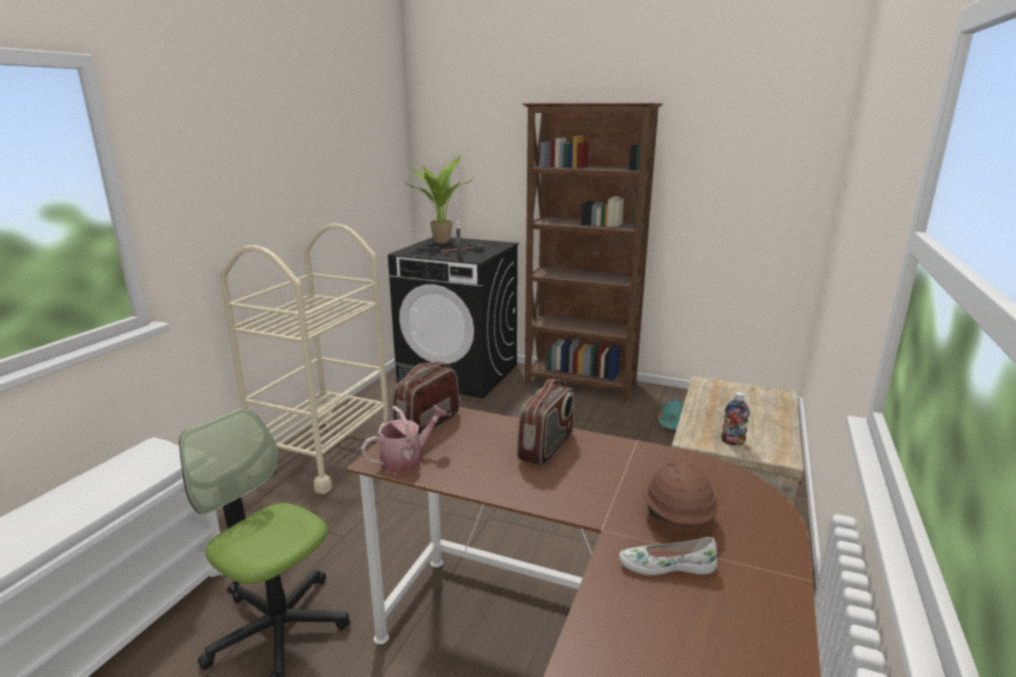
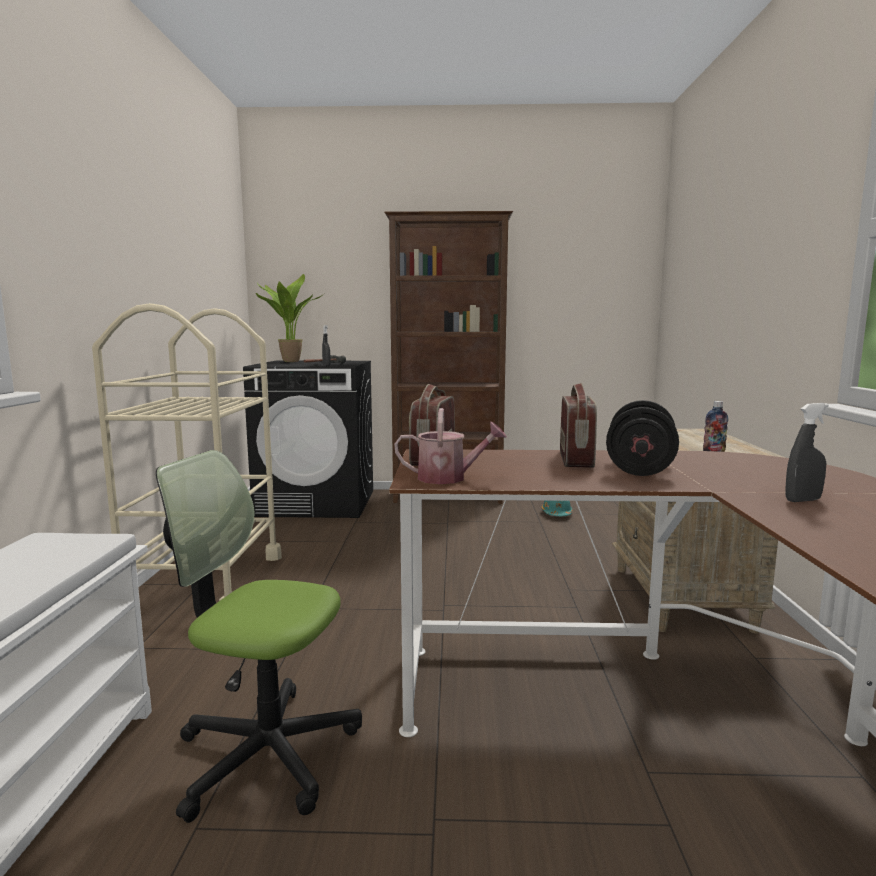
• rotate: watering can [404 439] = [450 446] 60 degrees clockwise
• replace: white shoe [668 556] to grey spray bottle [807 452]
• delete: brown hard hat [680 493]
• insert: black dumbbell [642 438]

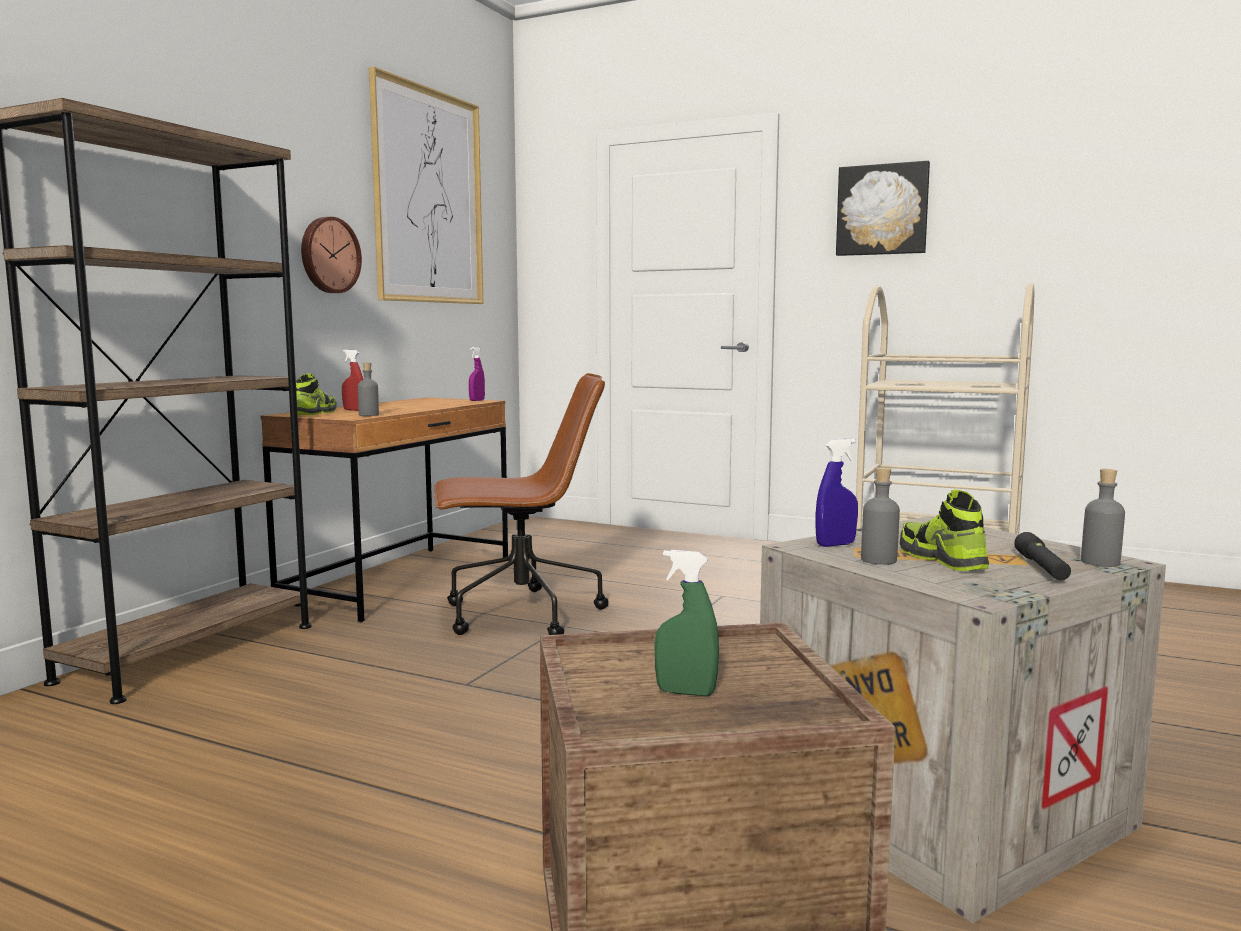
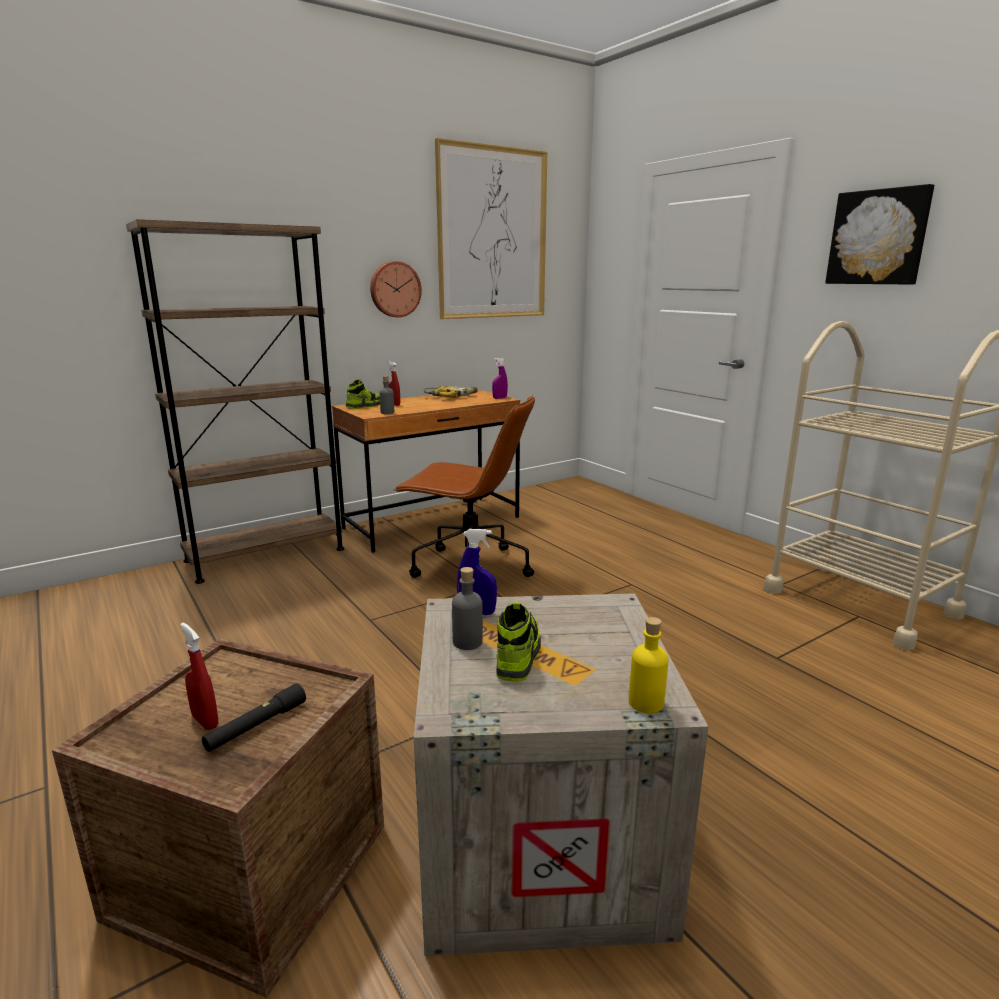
• recolor: green spray bottle [686 623] to red spray bottle [199 676]
• move: black flashlight [1042 556] to [254 717]
• recolor: grey bottle [1103 518] to yellow bottle [649 665]
• insert: power drill [451 391]

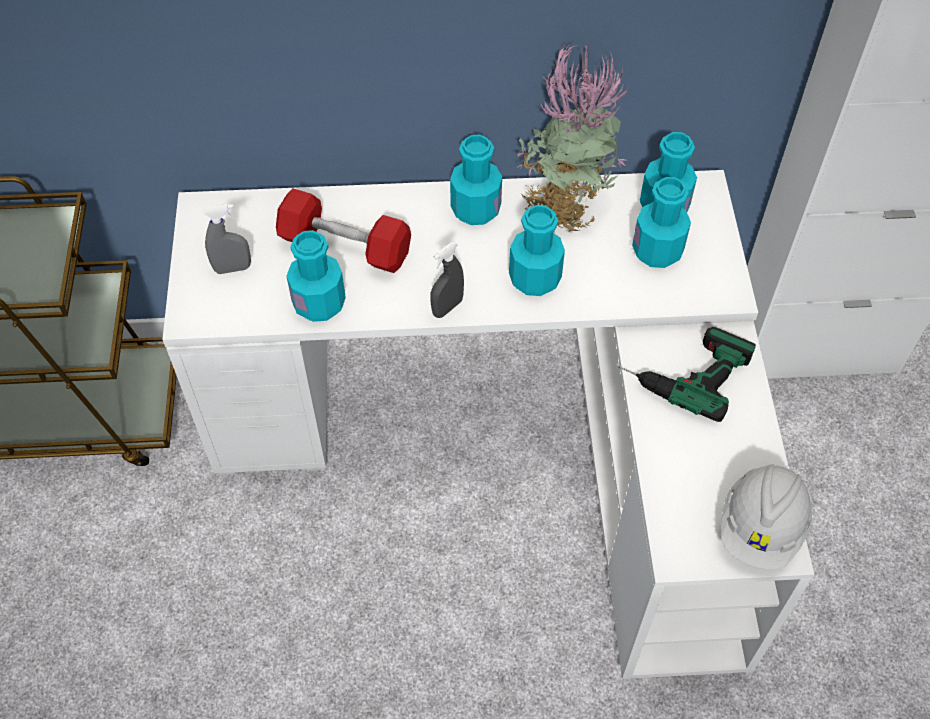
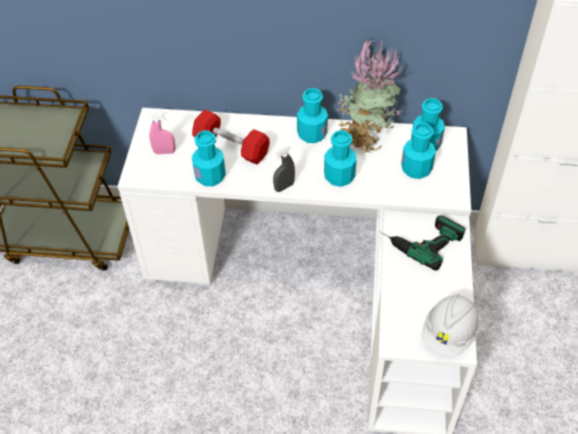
• recolor: grey spray bottle [227 239] to pink spray bottle [162 133]

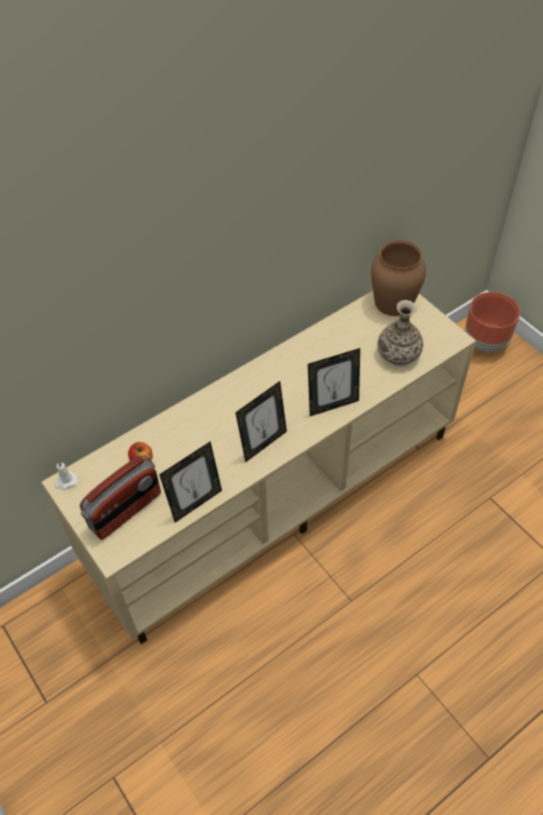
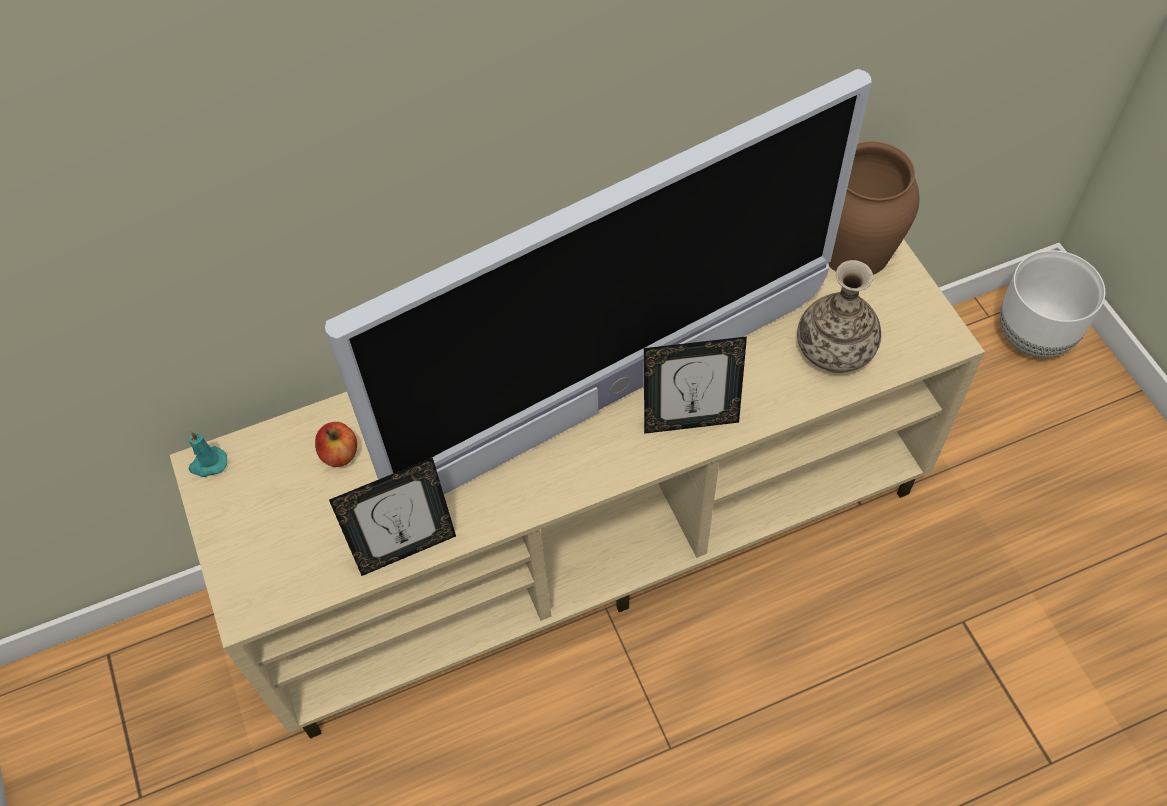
• recolor: white candle [66 475] to turquoise candle [207 454]
• delete: radio [120 497]
• delete: picture frame [261 422]
• recolor: brown planter [492 322] to white planter [1052 304]
• insert: television [598 281]

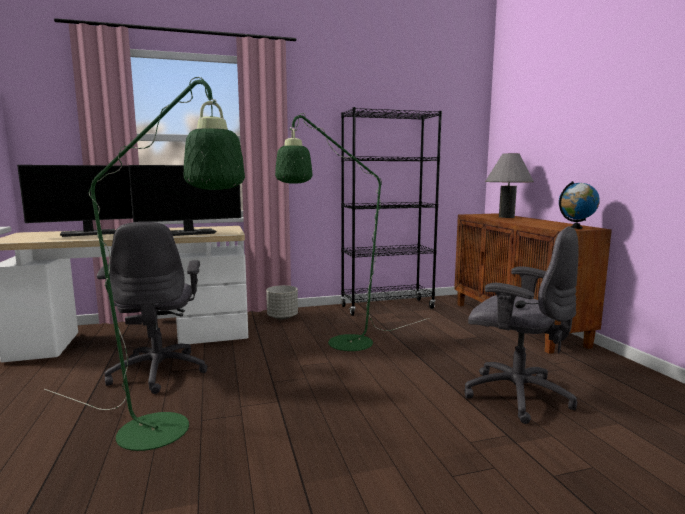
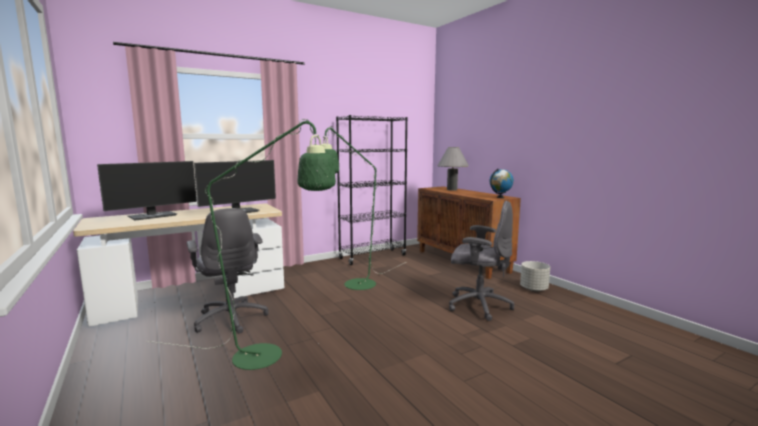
• move: grey planter [282 302] to [535 276]

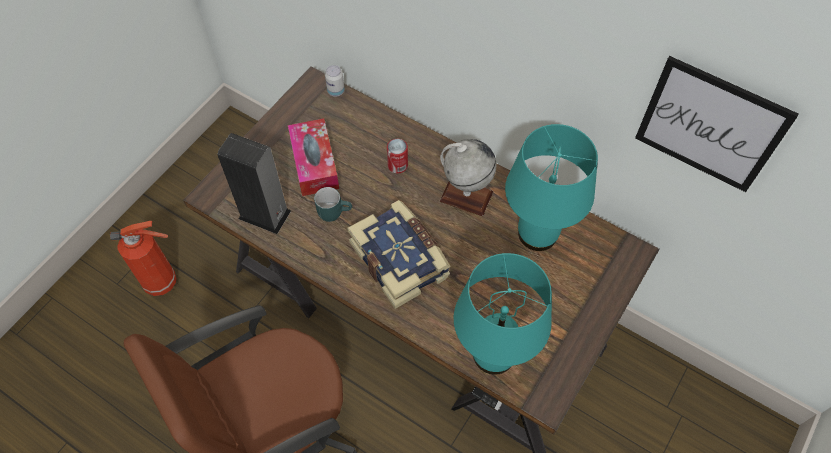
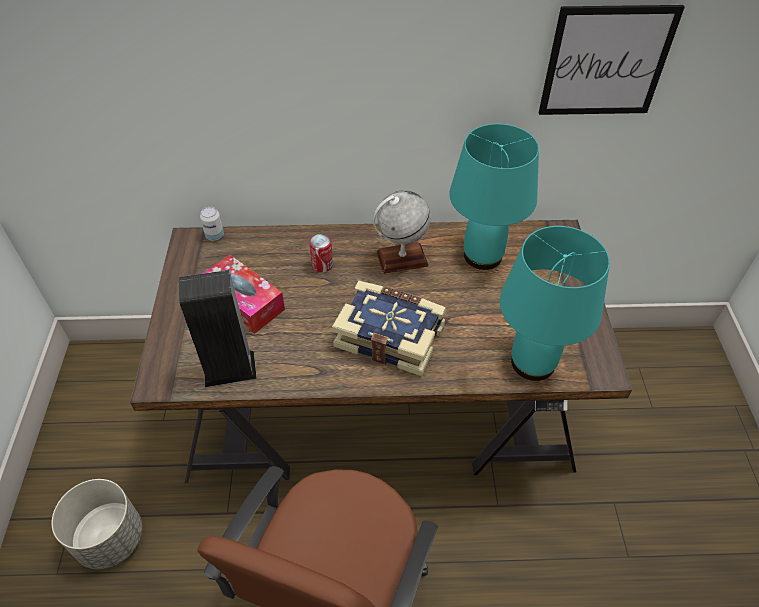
• replace: fire extinguisher [143 258] to grey planter [96 524]
• delete: turquoise mug [333 204]

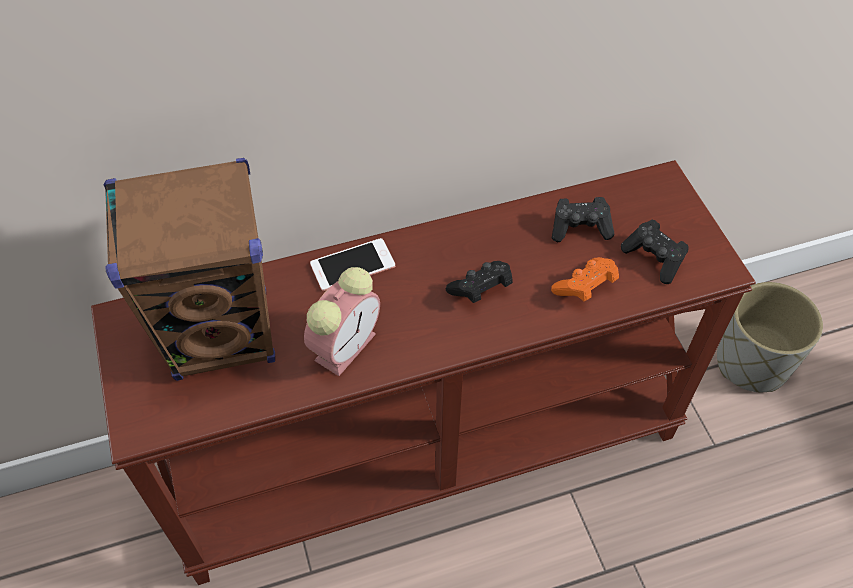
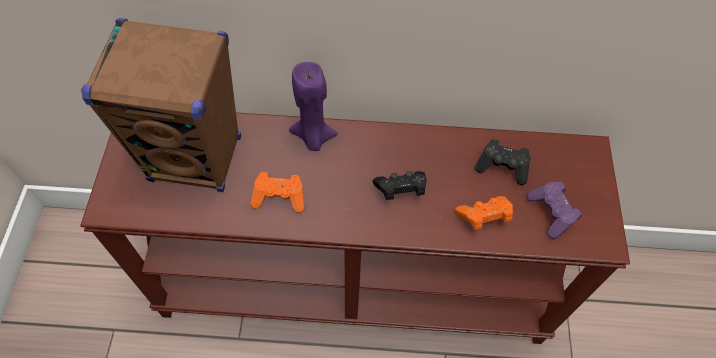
• replace: alarm clock [342 321] to orange game controller [277 192]
• replace: phone [352 264] to purple candle [313 106]
• recolor: black game controller [655 251] to purple game controller [554 210]
• delete: grey planter [770 337]

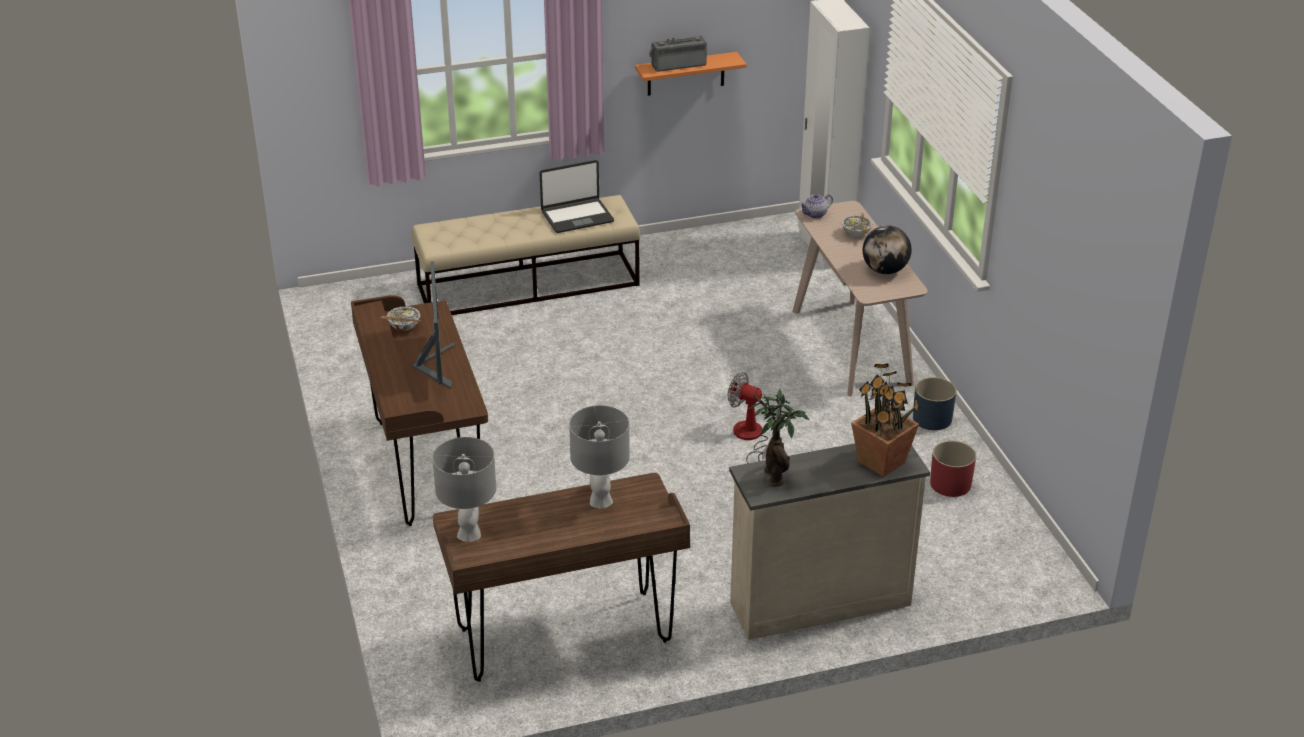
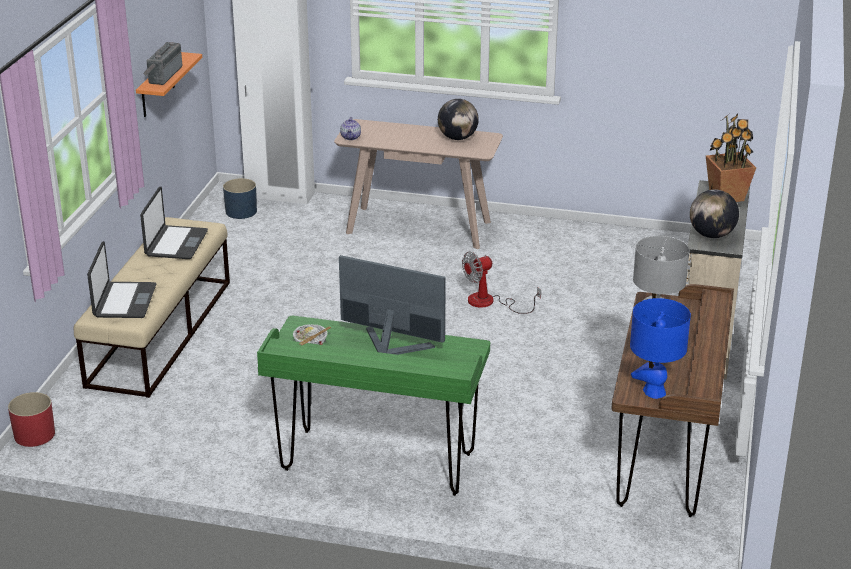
• recolor: brown desk [419 410] to green desk [373 406]
• recolor: grey table lamp [464 489] to blue table lamp [660 348]
• replace: potted plant [779 438] to globe [714 213]
• delete: bowl [857 225]
• move: blue planter [934 403] to [240 198]
• move: red planter [953 469] to [31 419]
• insert: laptop [121 279]

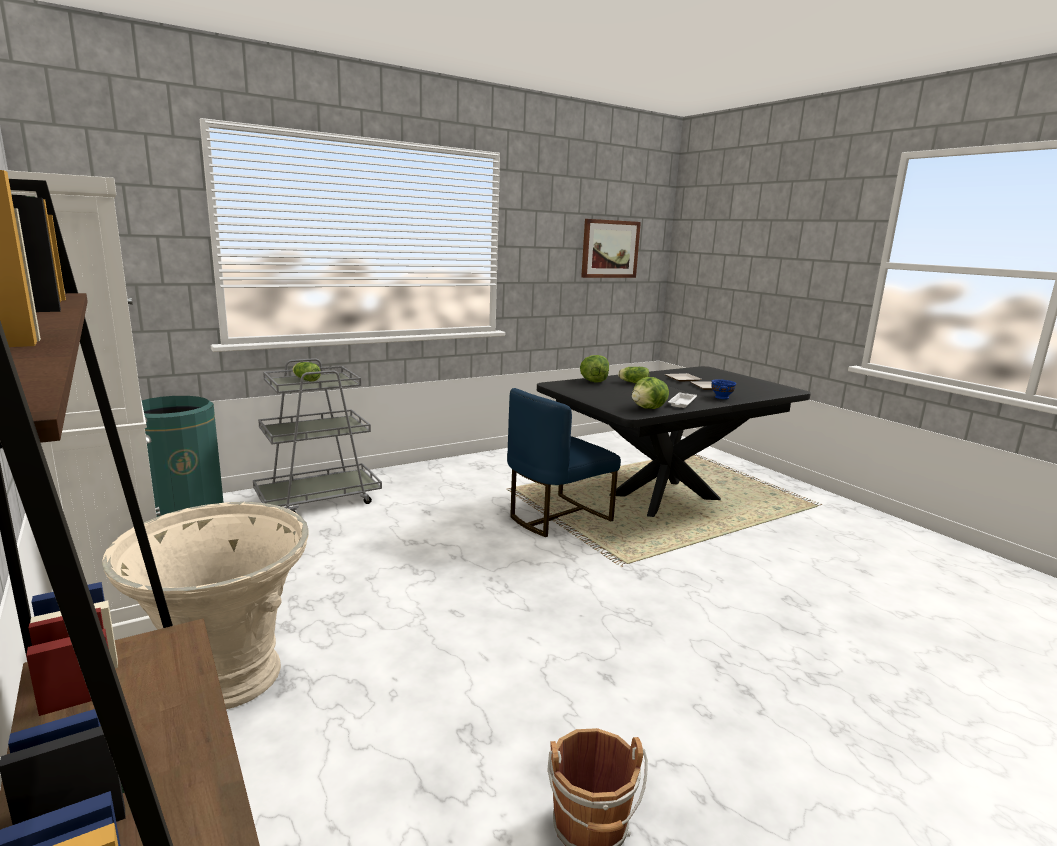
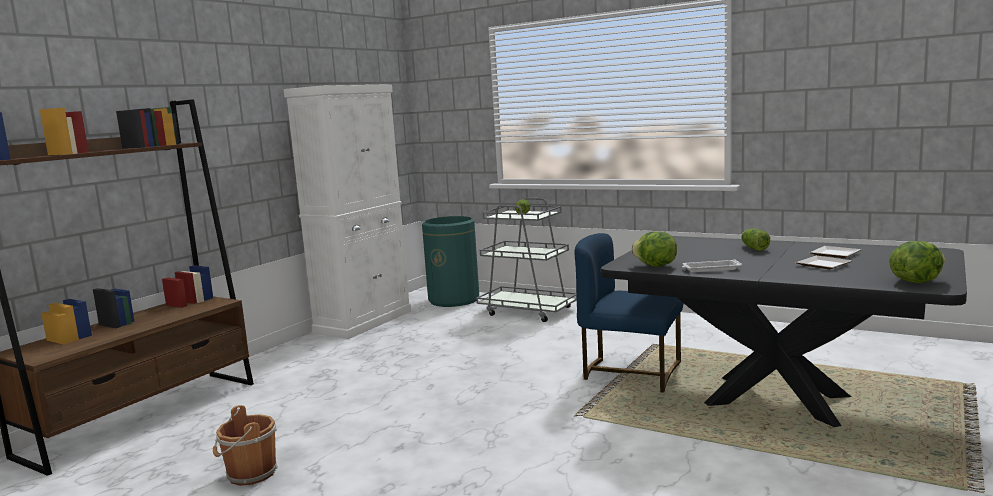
• delete: beige planter [205 605]
• move: lettuce [594 369] to [917 262]
• delete: picture [611 248]
• delete: blue bowl [723 389]

